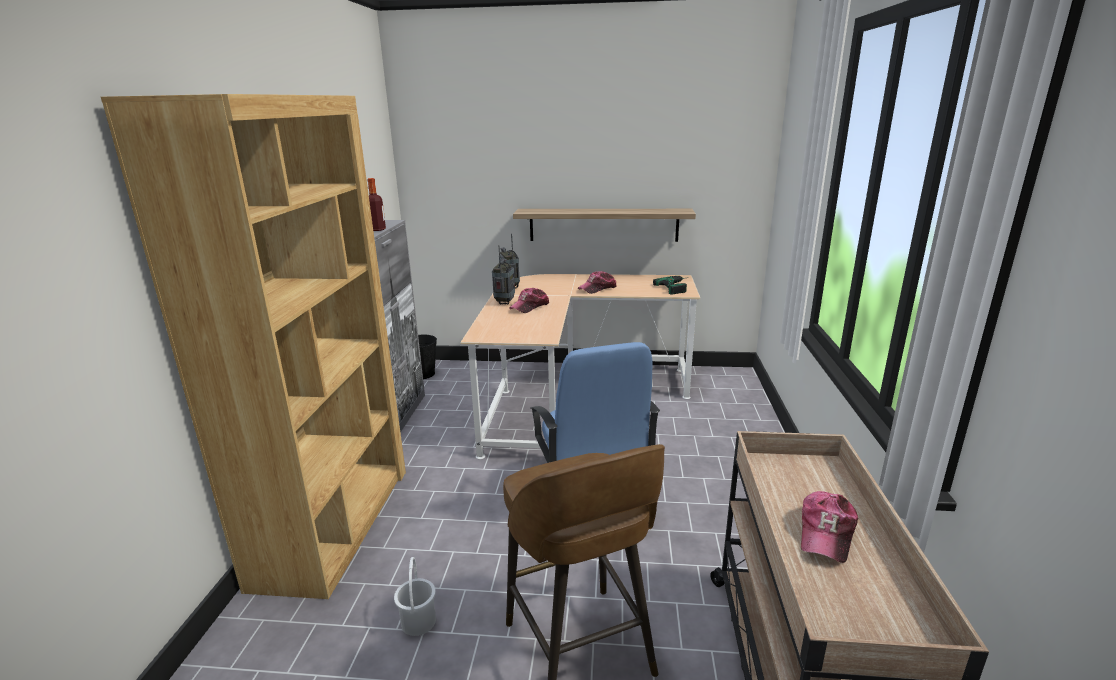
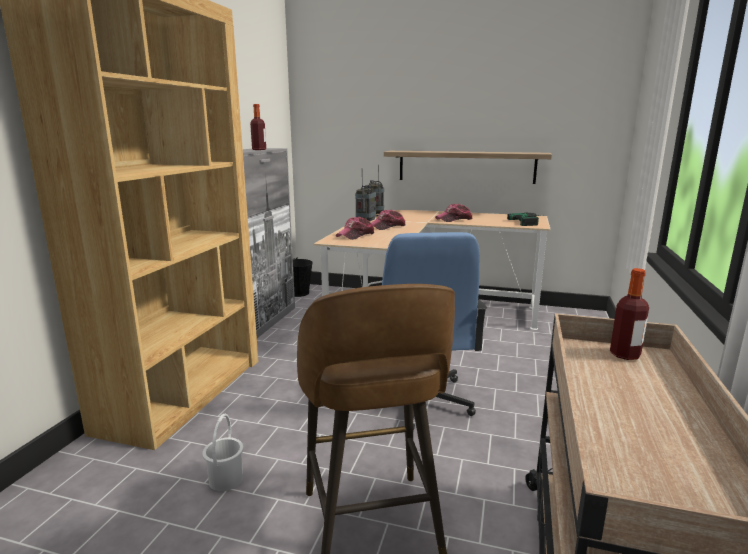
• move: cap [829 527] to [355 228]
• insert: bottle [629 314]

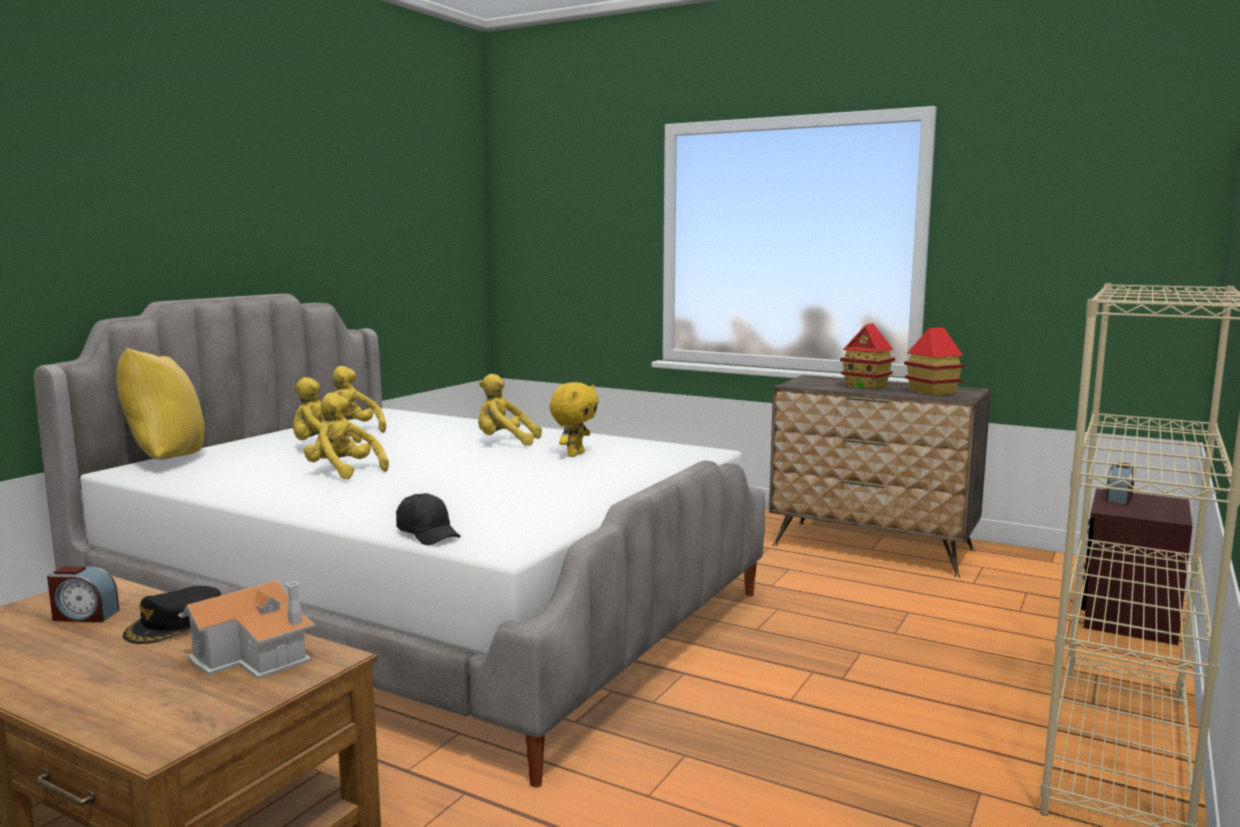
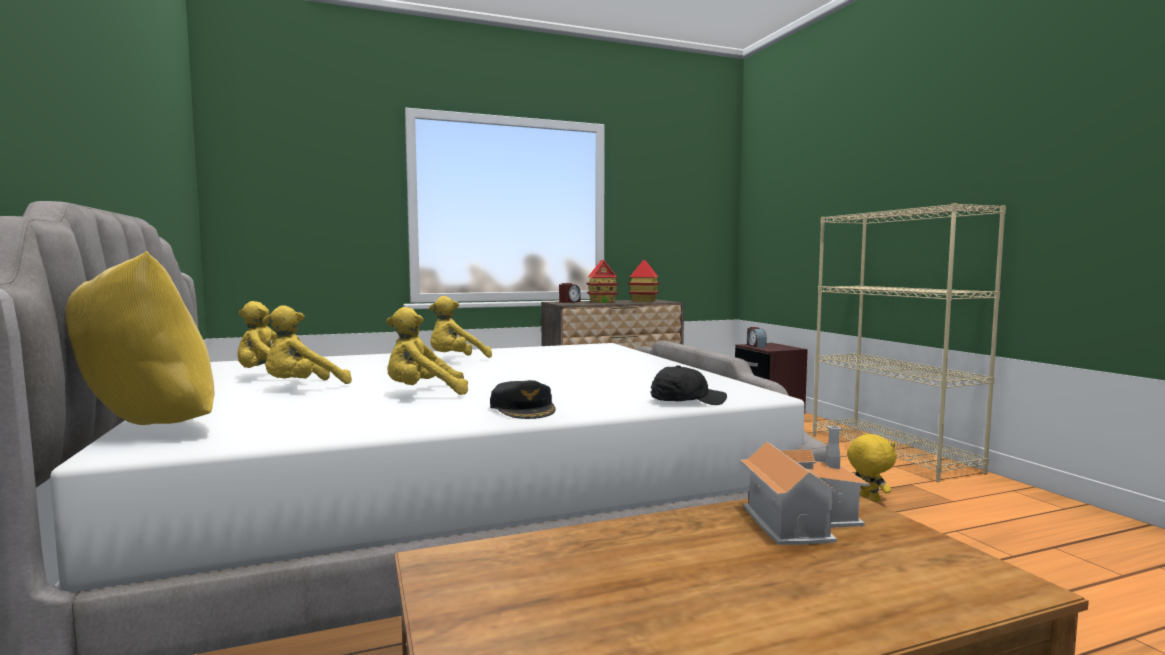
• move: alarm clock [83 594] to [570 293]
• move: black cap [172 615] to [523 399]
• move: yellow plush toy [574 419] to [872 467]

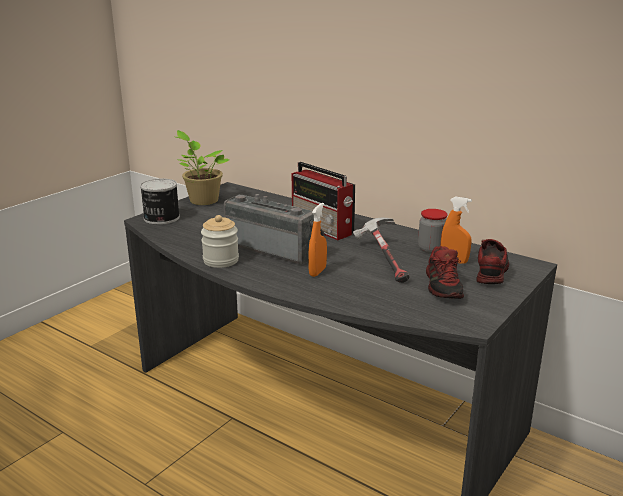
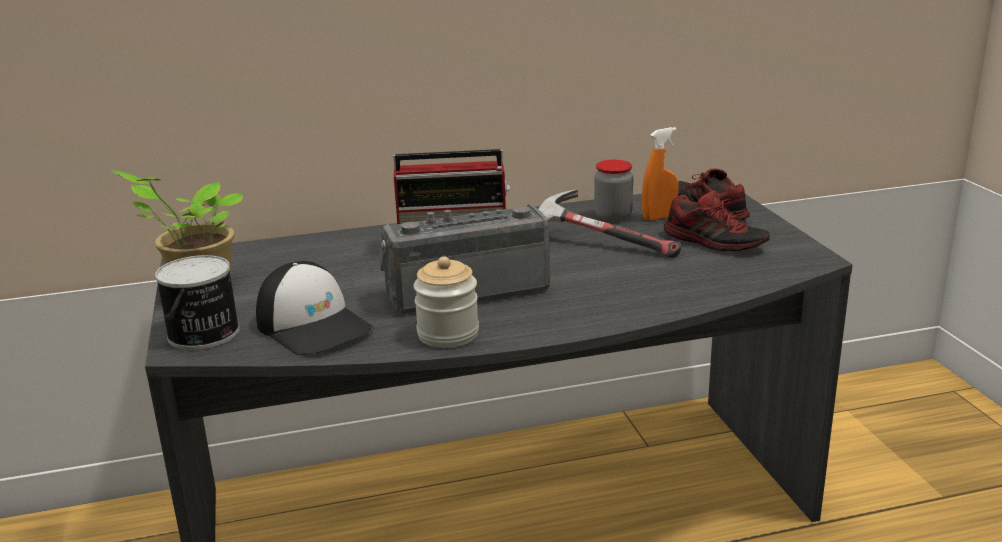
• delete: orange spray bottle [317 240]
• insert: cap [314 308]

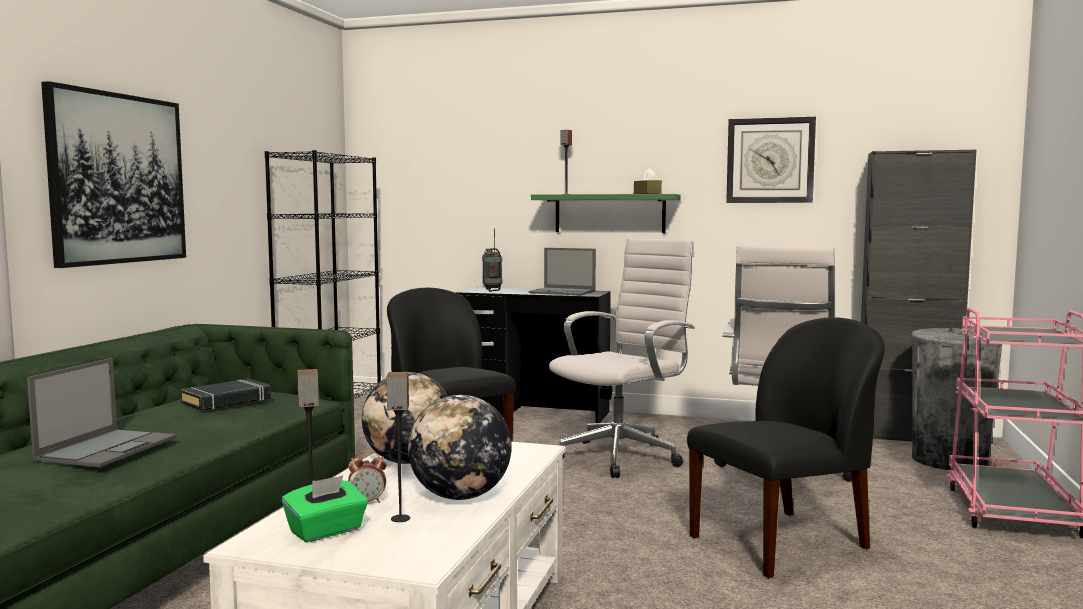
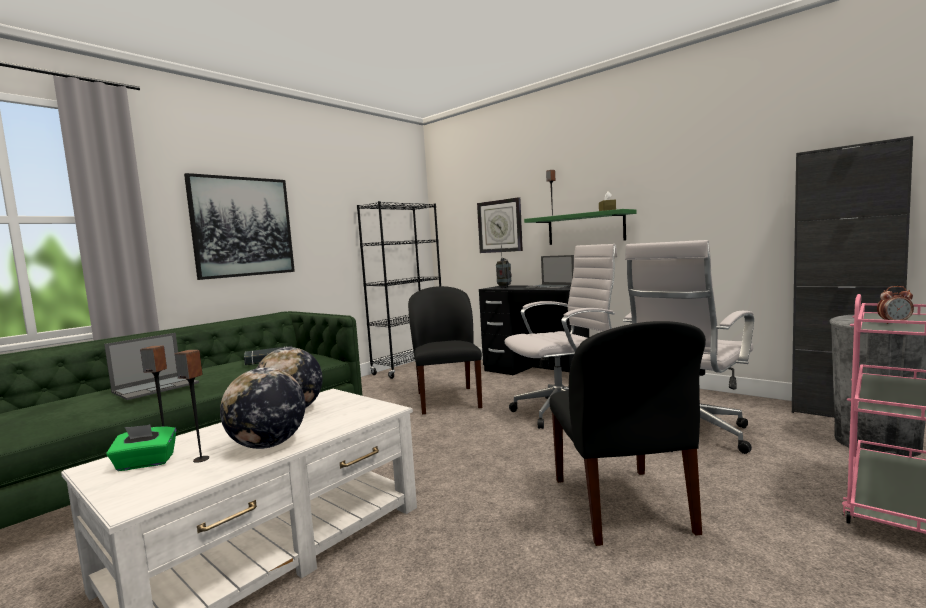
• move: alarm clock [367 477] to [895 305]
• rotate: black chair [786 447] = [627 433] 90 degrees clockwise
• move: wall clock [771 160] to [500 225]

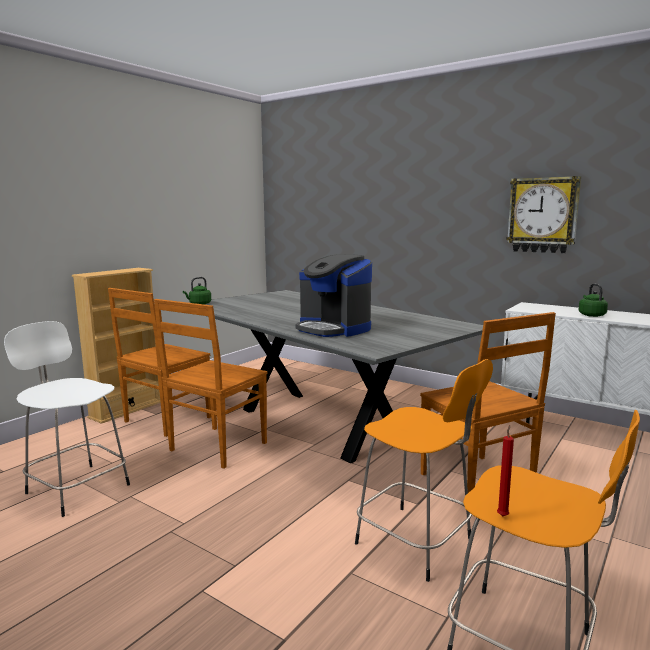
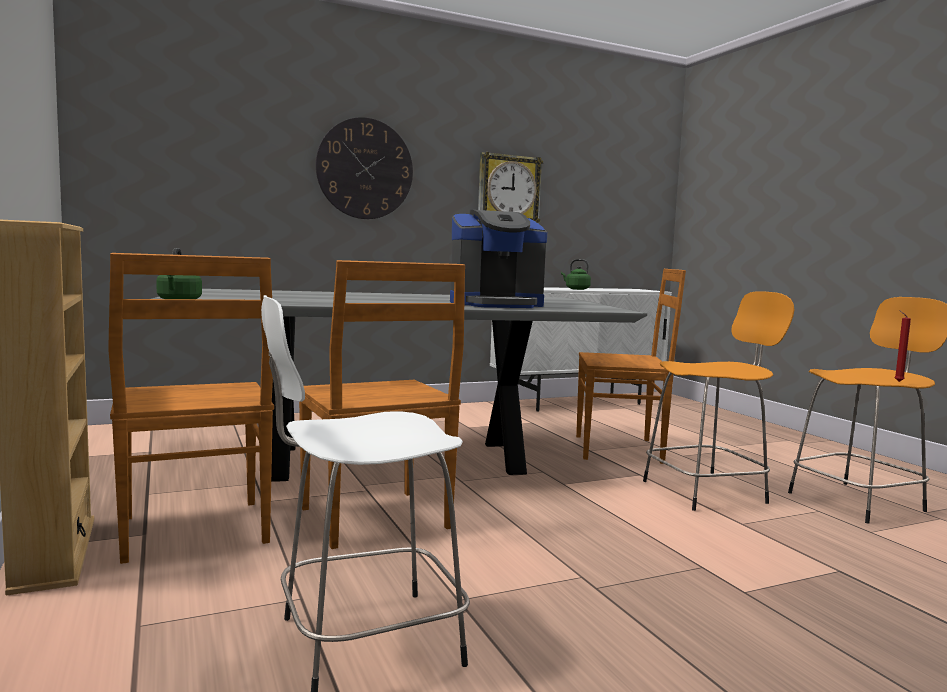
• insert: wall clock [364 168]

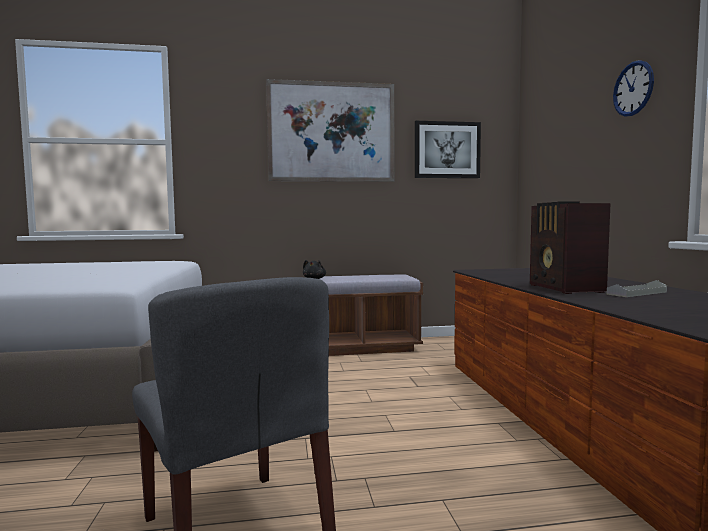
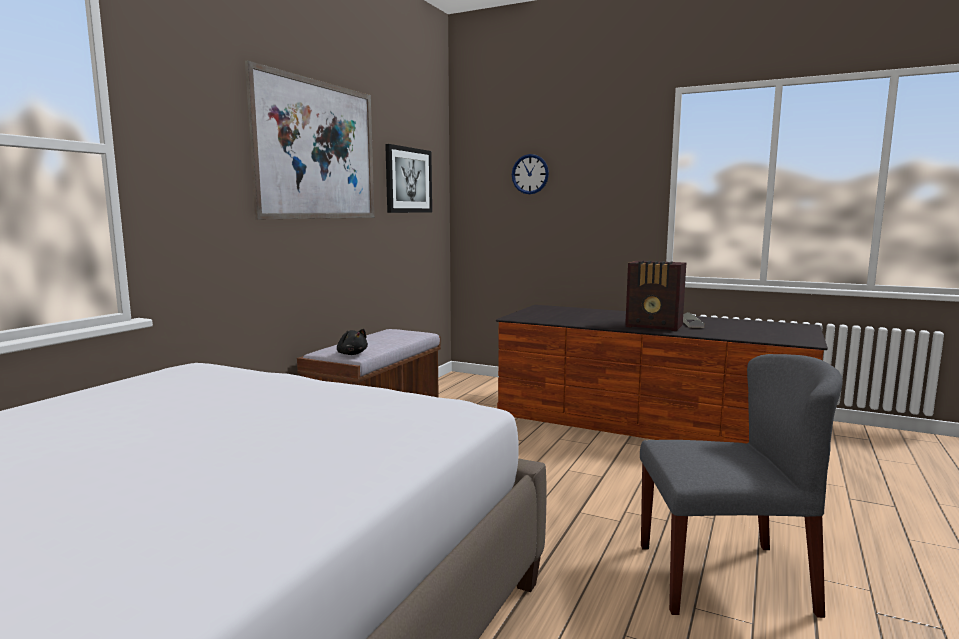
• move: wall clock [633 88] to [530 174]

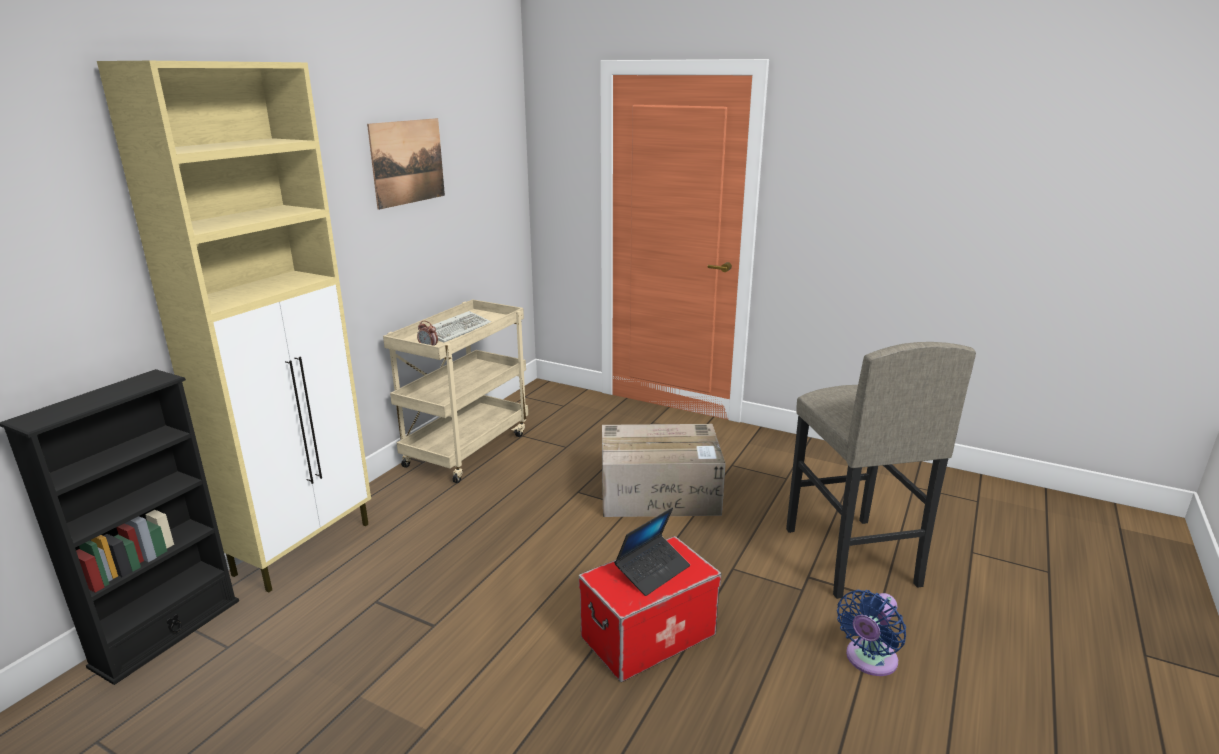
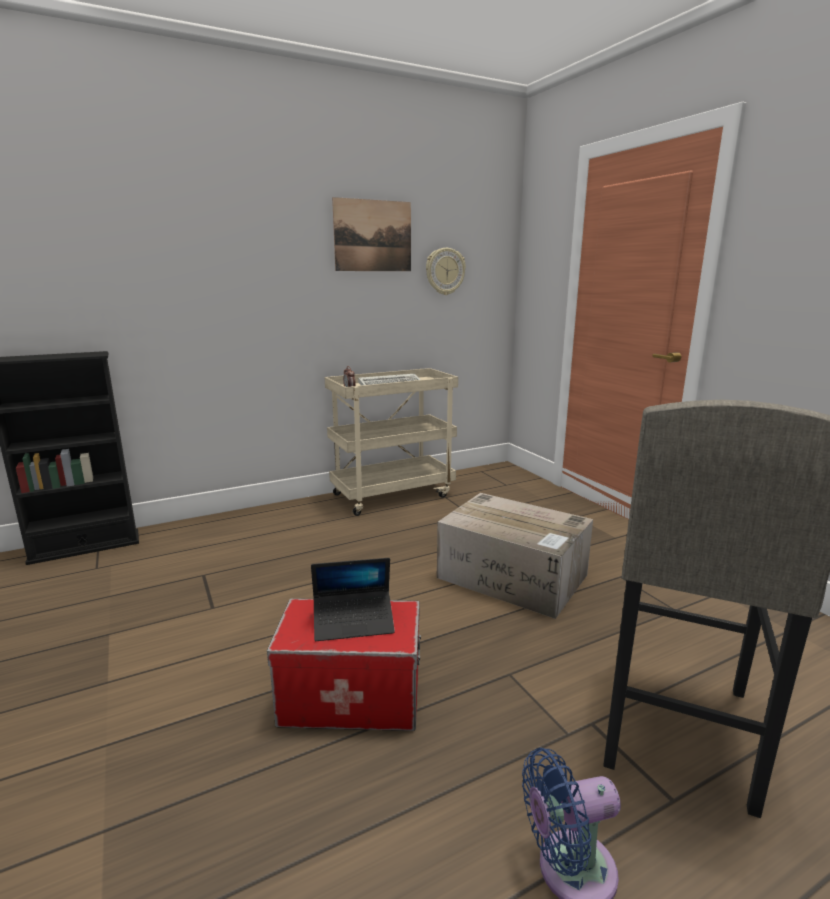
• delete: beige cabinet [234 327]
• insert: wall clock [446 271]

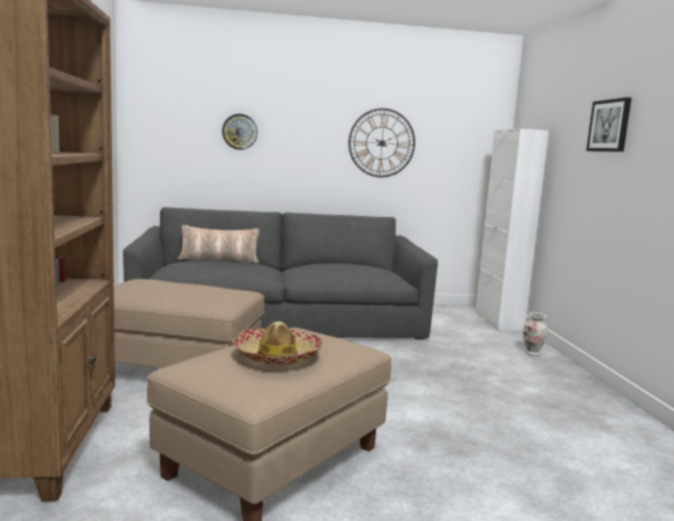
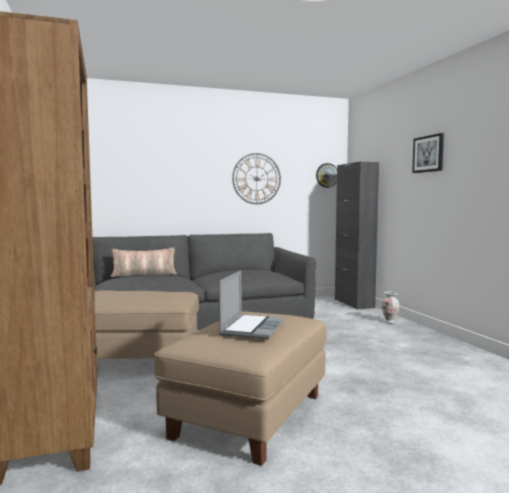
• move: wall clock [240 132] to [326 175]
• replace: hat [278 343] to laptop [251 304]
• recolor: white cabinet [512 230] to black cabinet [357 236]

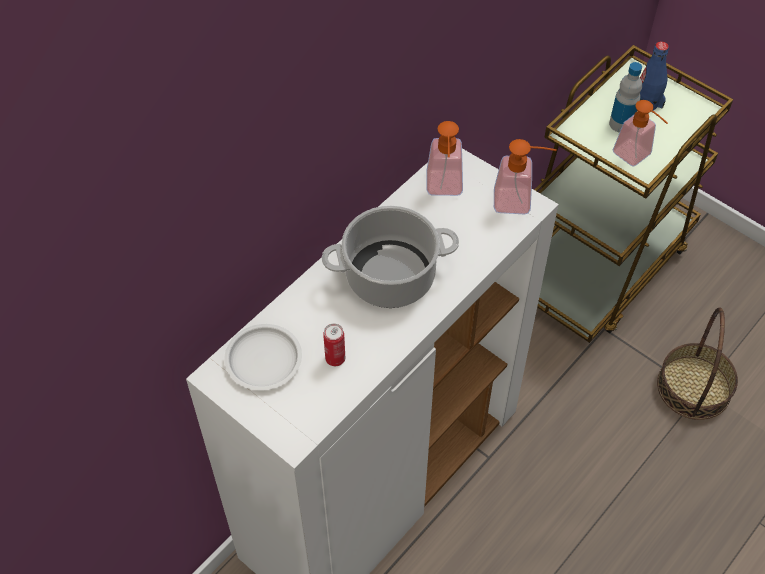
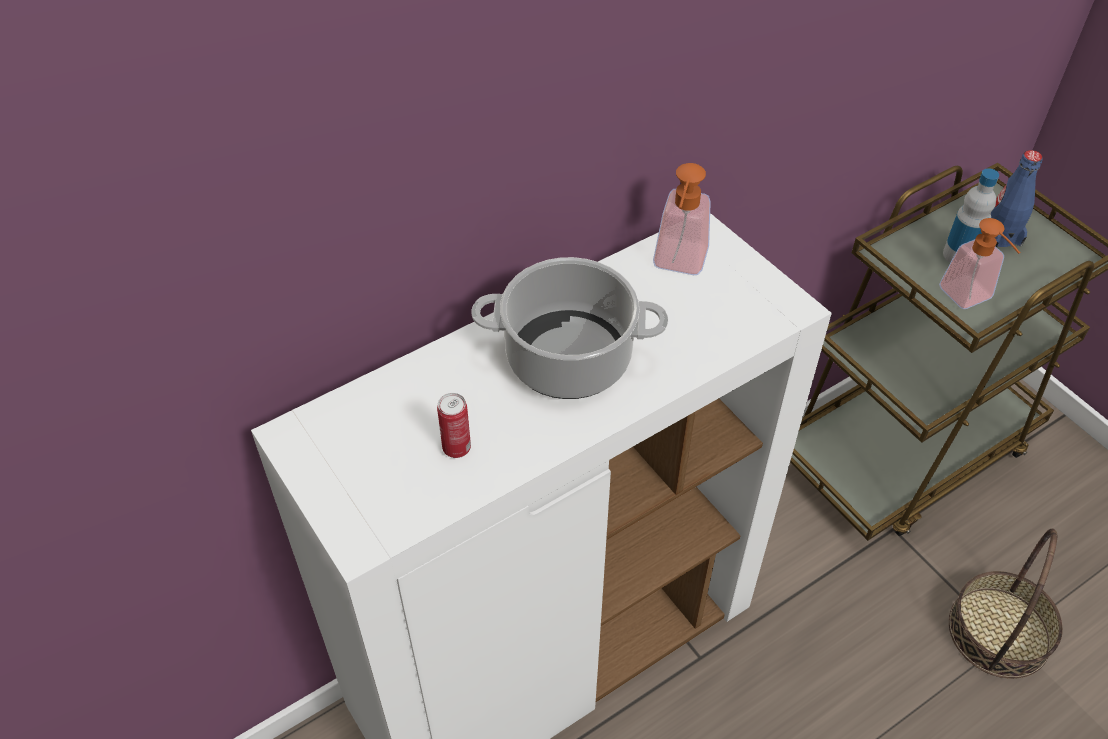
• delete: white plate [263 357]
• delete: soap dispenser [525 176]

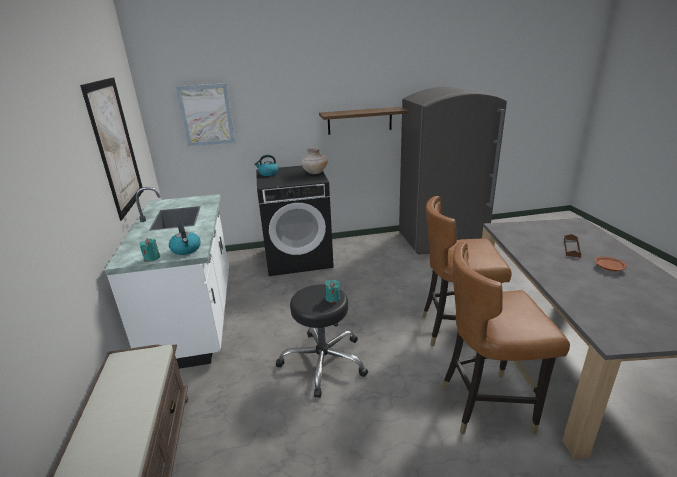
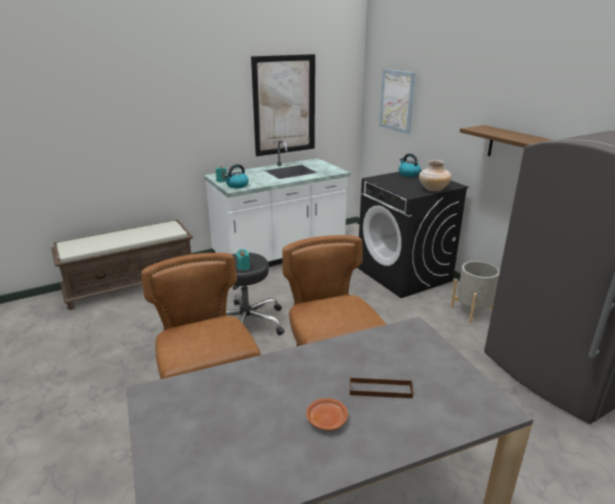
• insert: grey planter [475 292]

